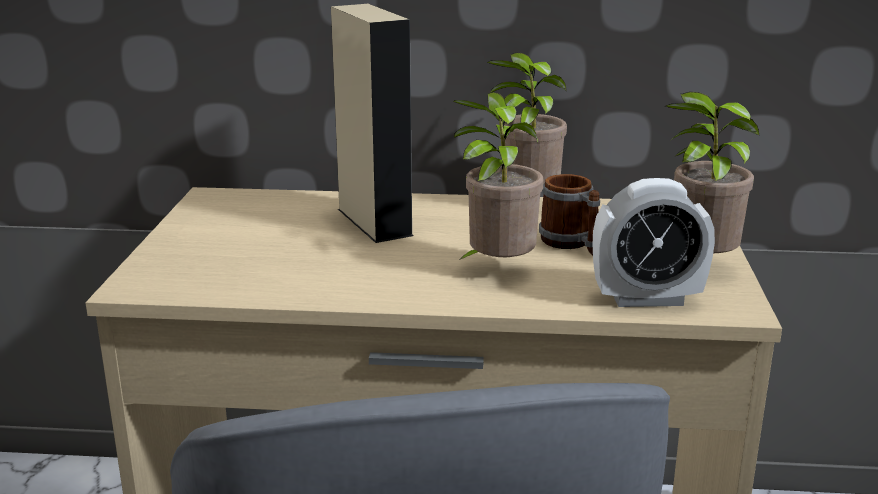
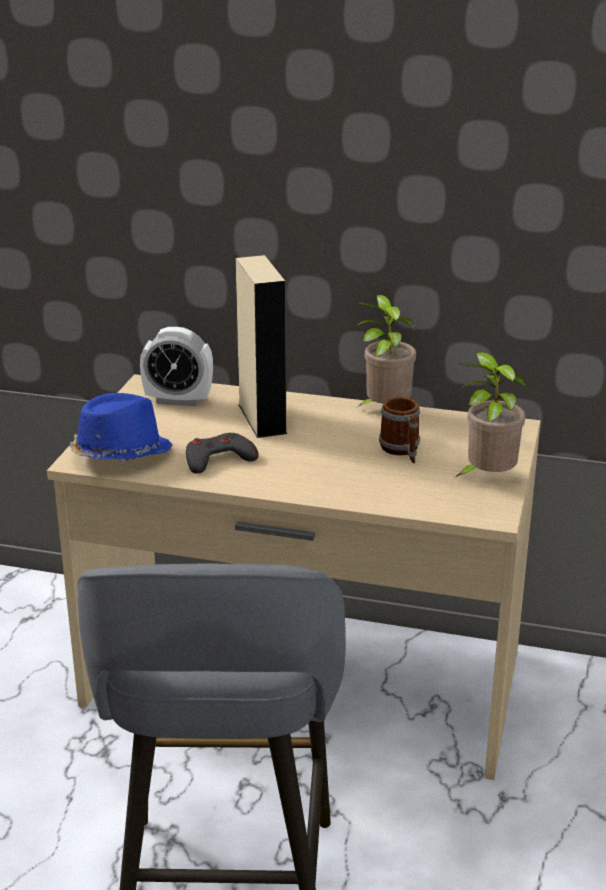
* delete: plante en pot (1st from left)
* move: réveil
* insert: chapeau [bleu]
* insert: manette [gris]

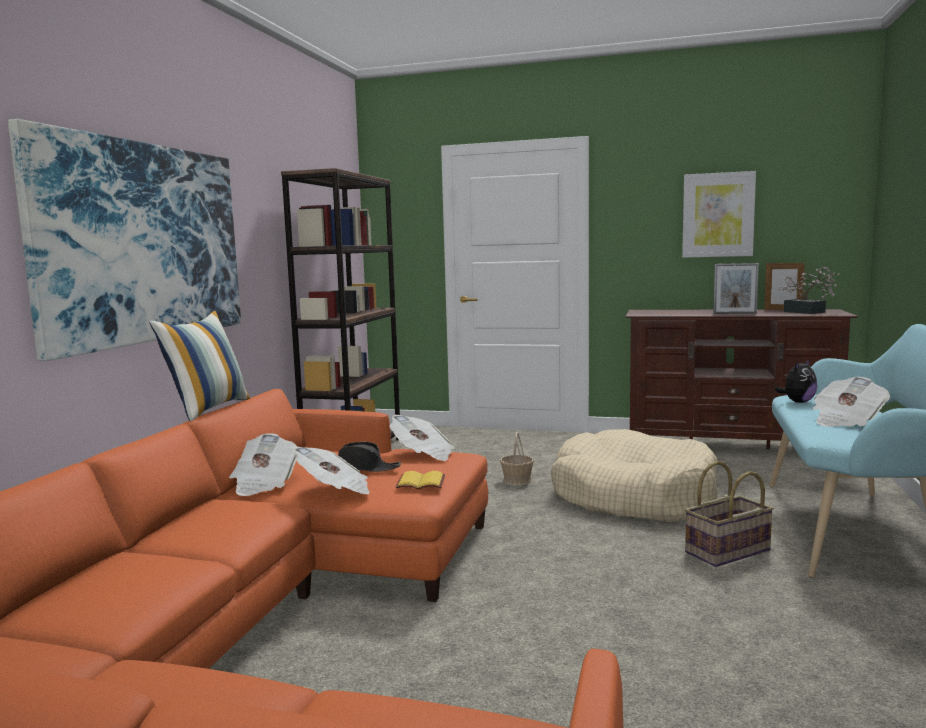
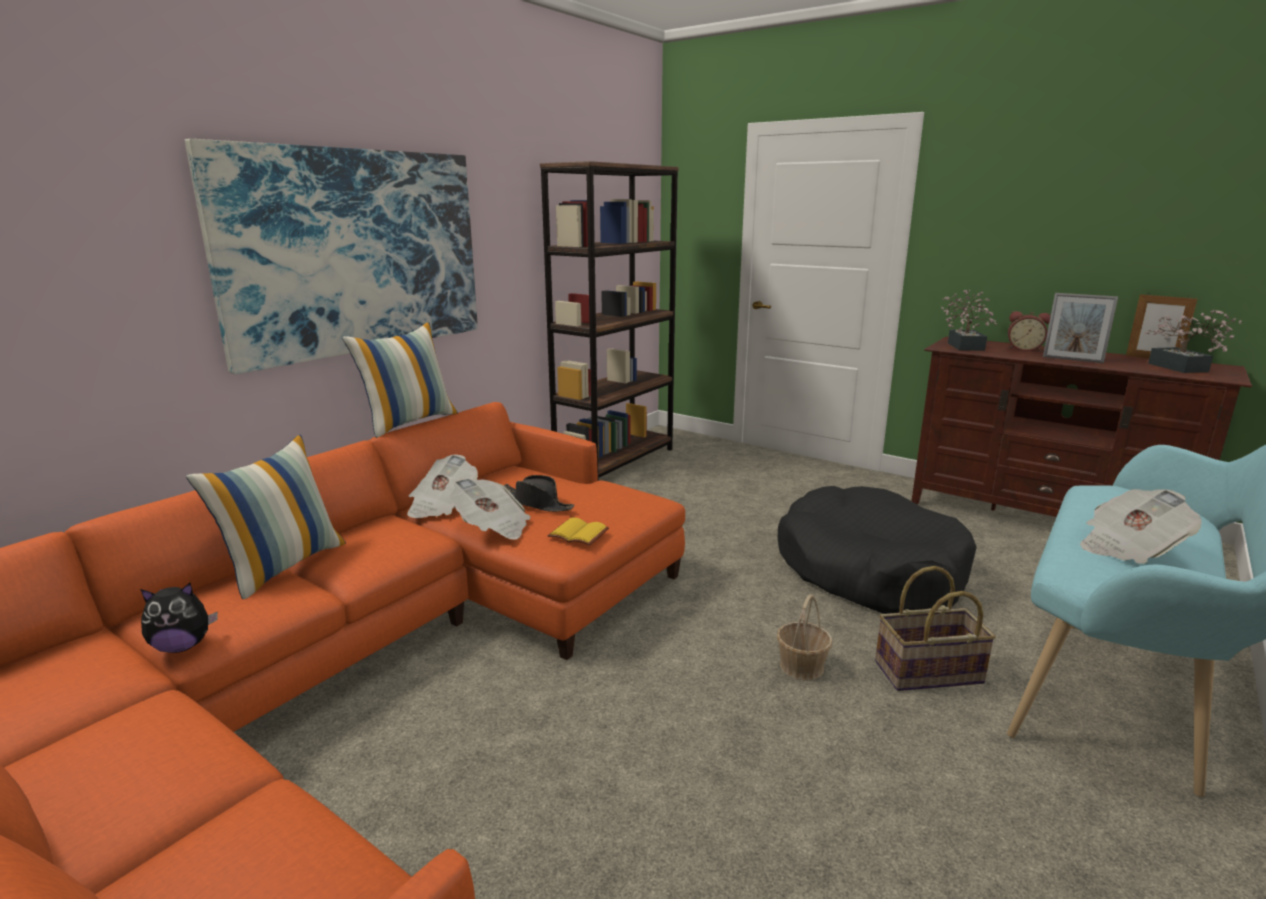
* delete: journal (3rd from left)
* move: panier (1st from left)
* recolor: panier pour chien [beige] to panier pour chien [noir]
* delete: tableau (2nd from left)
* move: peluche
* insert: coussin (1st from left)
* insert: plante en pot (1st from left)
* insert: réveil

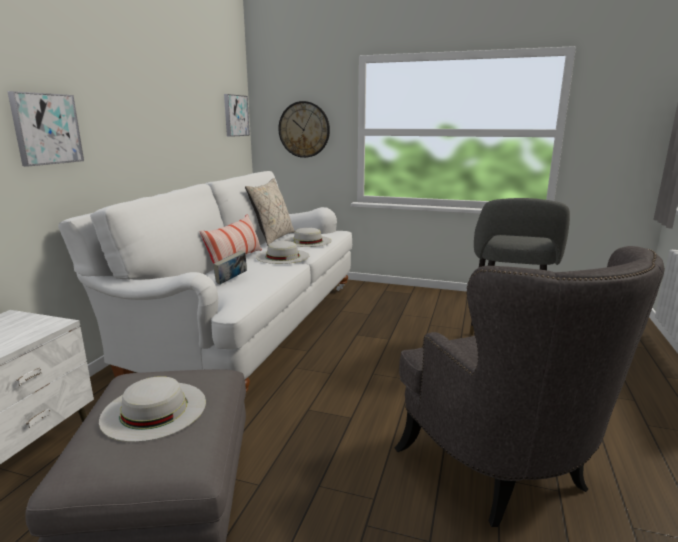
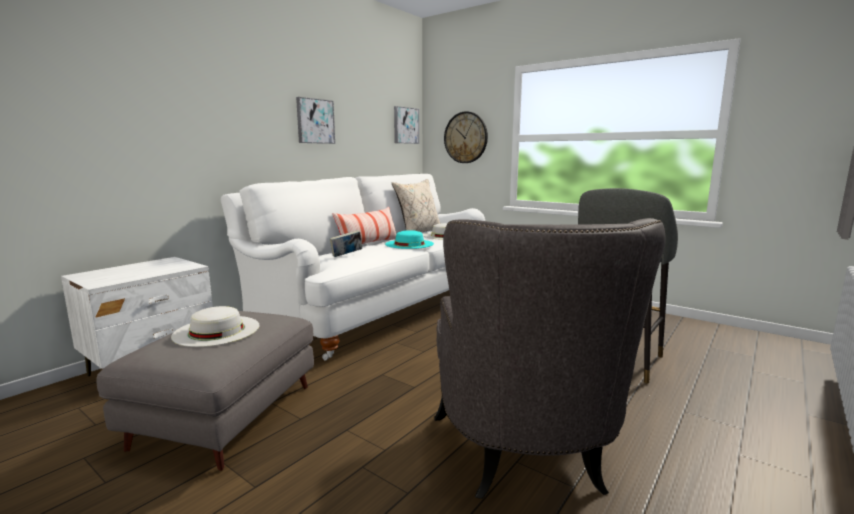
* move: tableau (1st from left)
* recolor: chapeau [blanc] (2nd from left) to chapeau [turquoise]

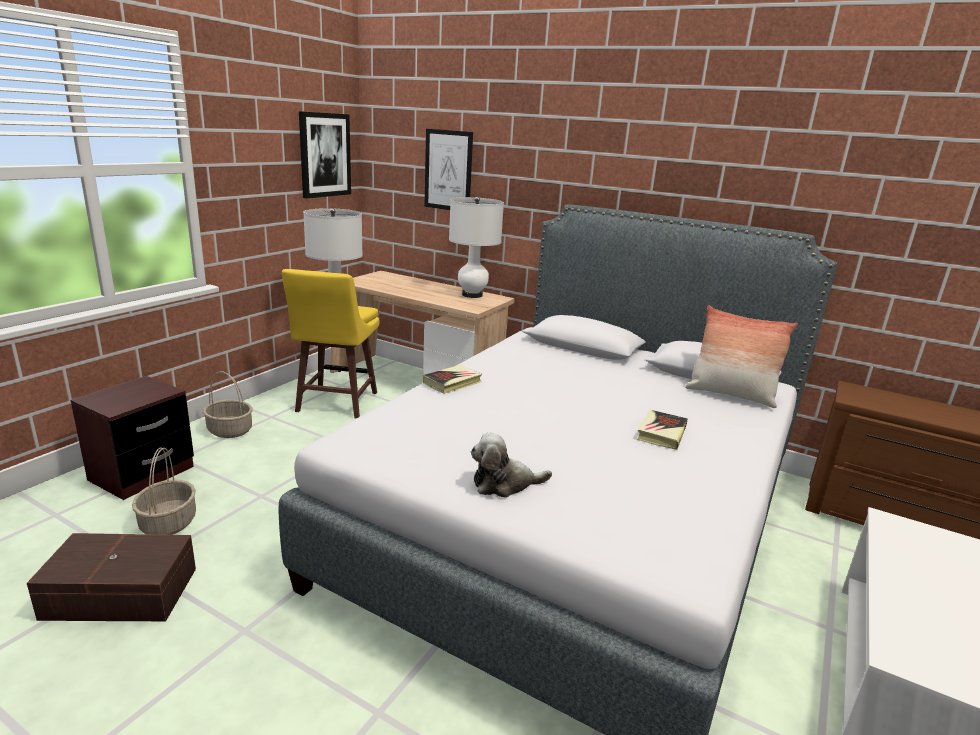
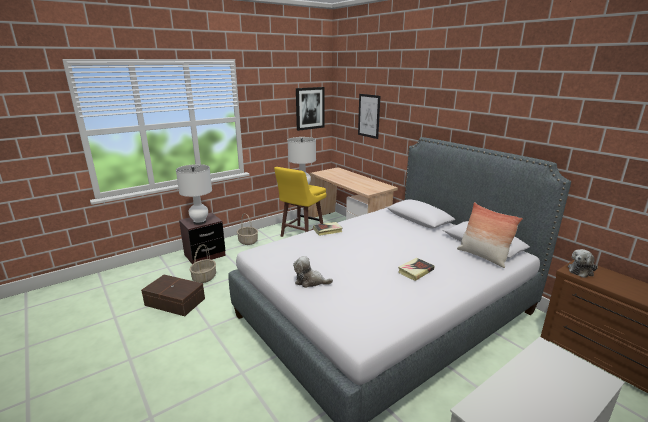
* move: lampe de table [blanc] (2nd from left in the first image) to lampe de table [blanc] (1st from left)
* insert: peluche (2nd from left)

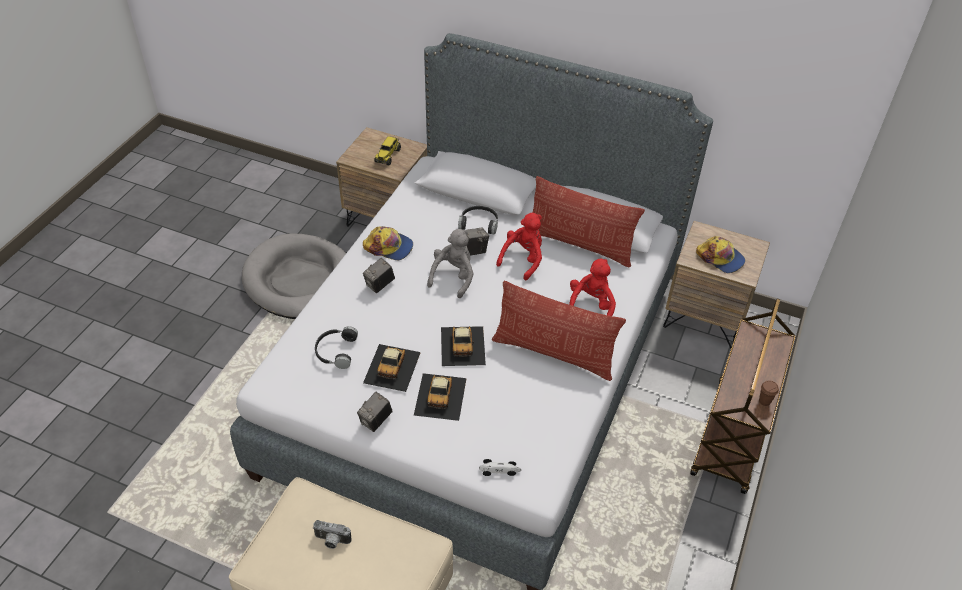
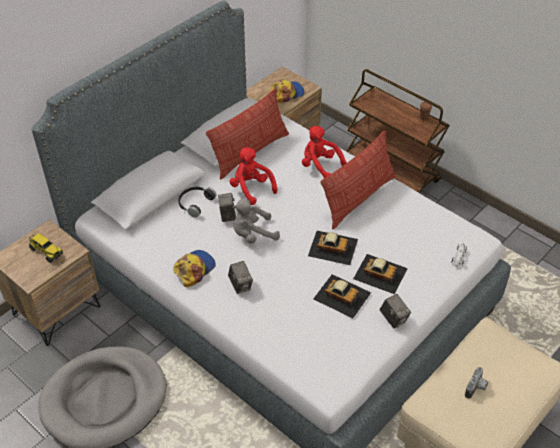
* delete: casque audio [noir] (1st from left)
* rotate: peluche [gris] 60 degrees counterclockwise

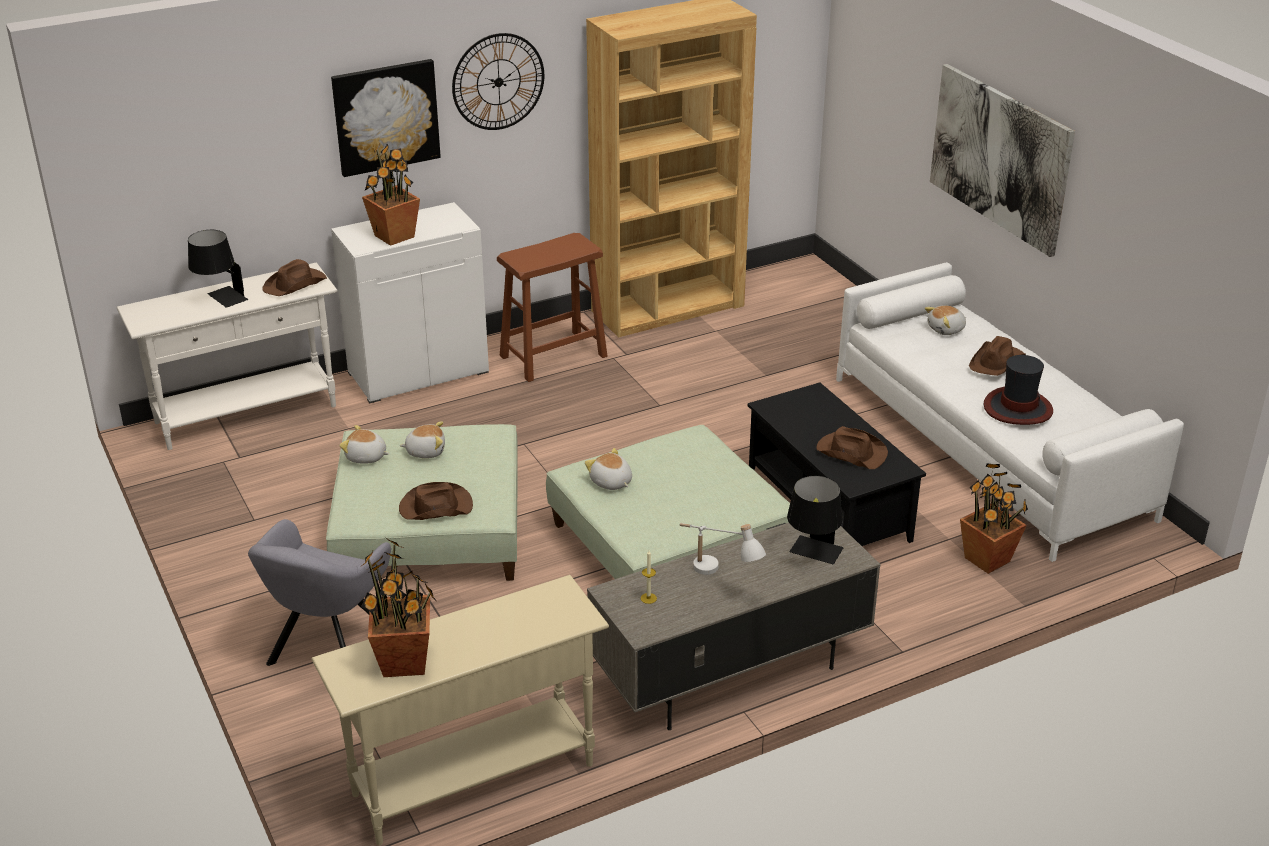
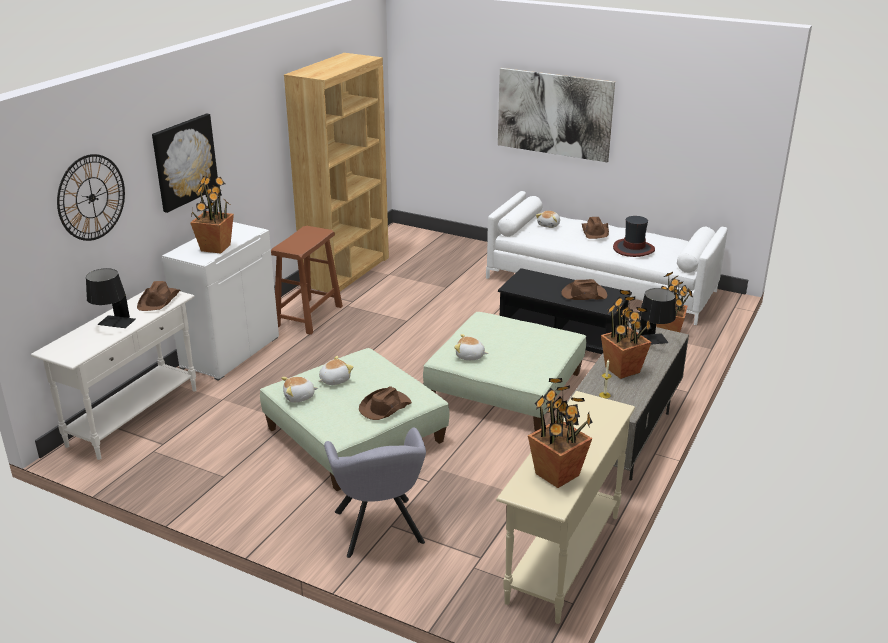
* move: horloge murale
* replace: lampe de table [blanc] to plante en pot (3rd from left)

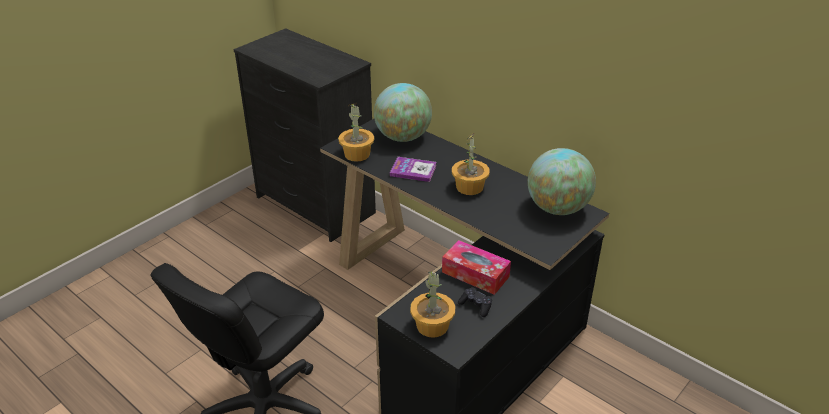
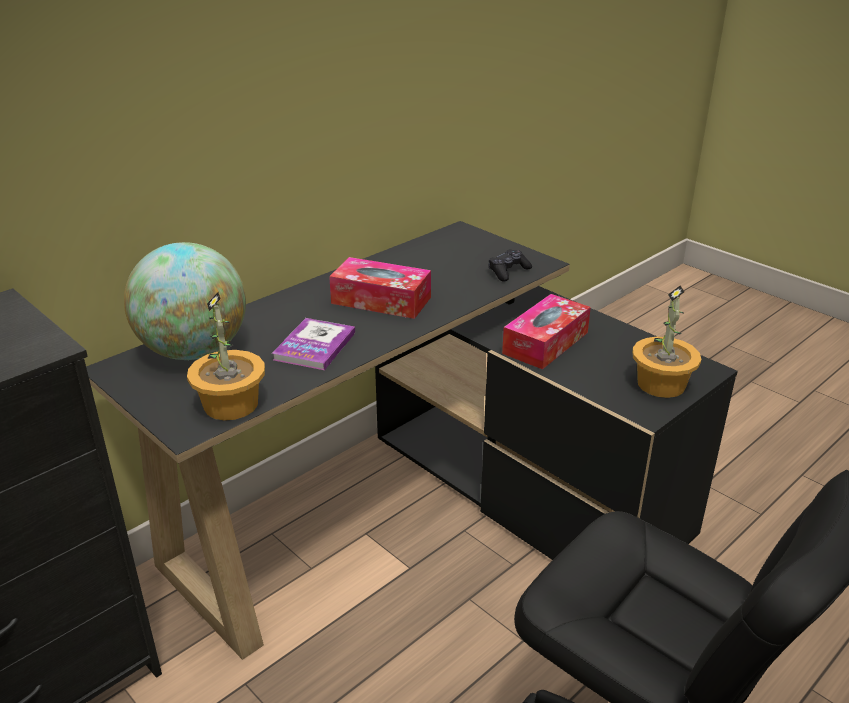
* replace: plante en pot (3rd from left) to boîte à mouchoirs (1st from left)
* move: manette [noir]
* delete: globe (2nd from left)

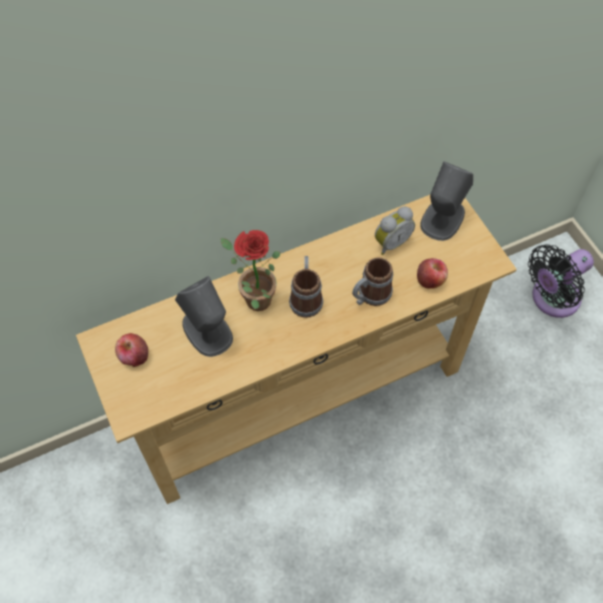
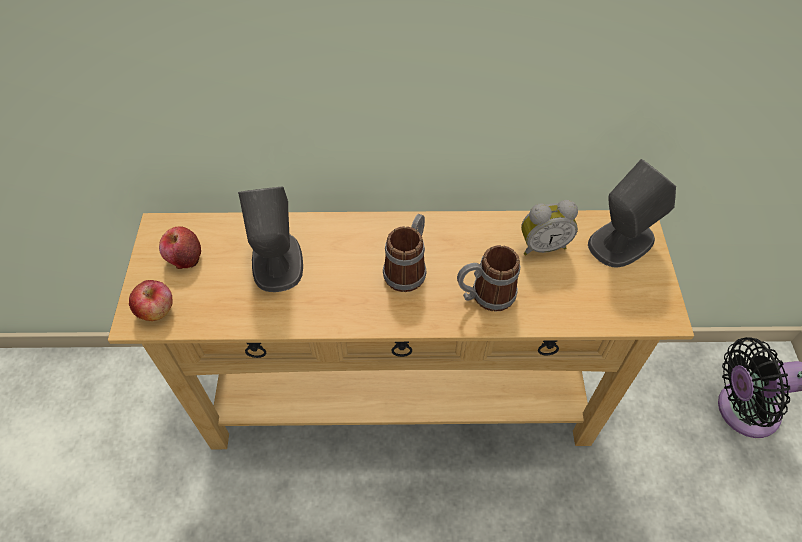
* delete: plante en pot
* move: pomme (2nd from left in the first image) to pomme (1st from left)

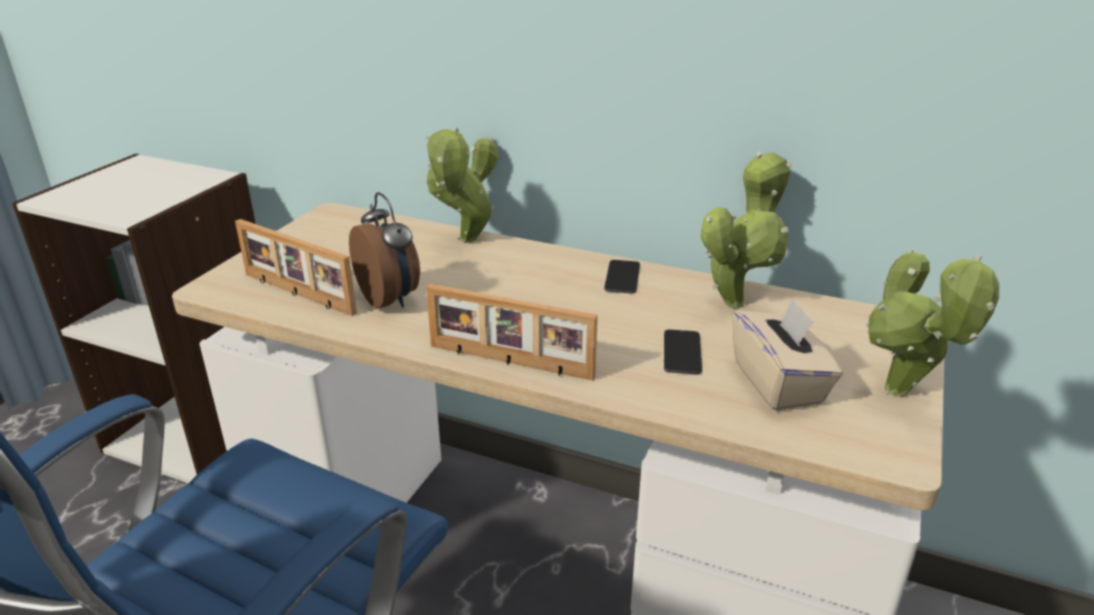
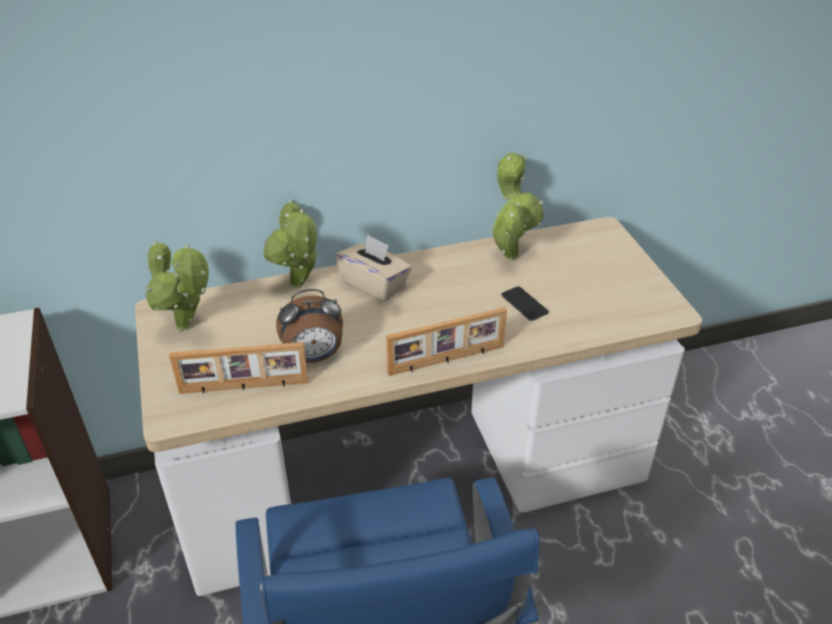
* rotate: réveil 150 degrees clockwise
* delete: téléphone (1st from left)
* move: boîte à mouchoirs [beige]
* move: plante en pot (3rd from left in the first image) to plante en pot (1st from left)

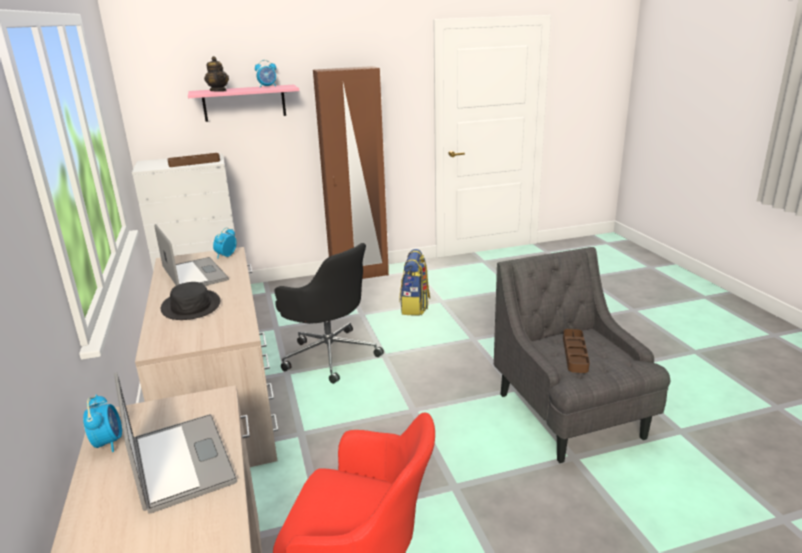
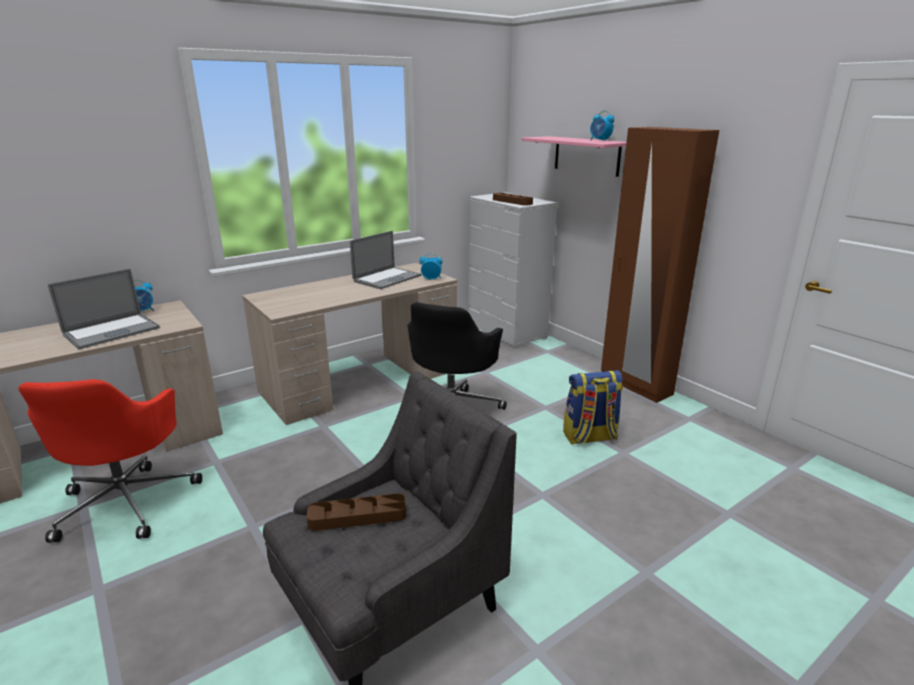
* delete: chapeau [noir]
* delete: théière

